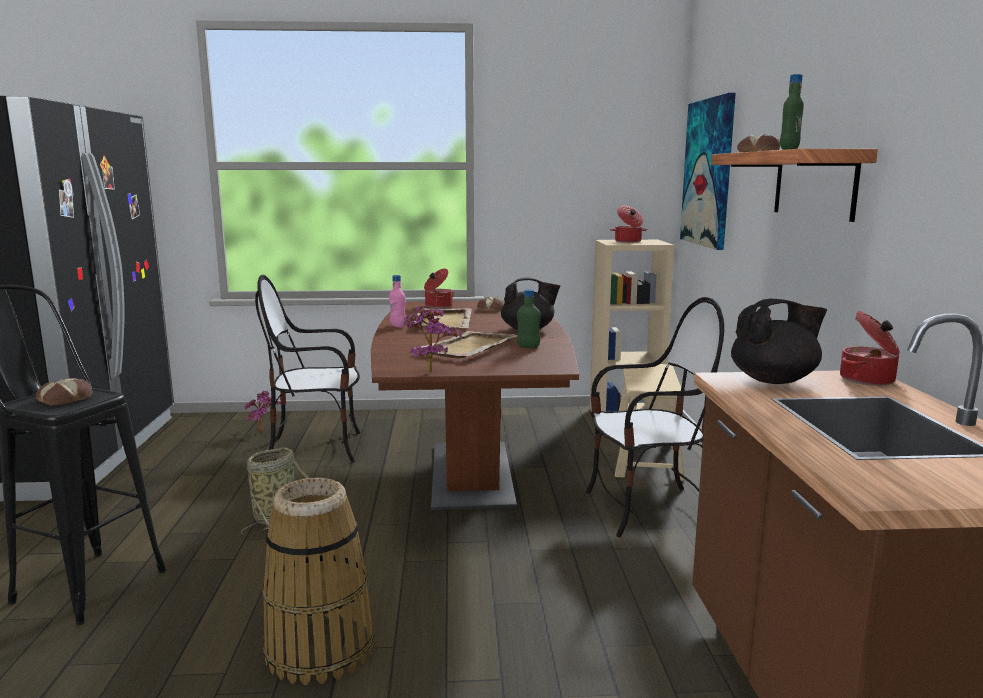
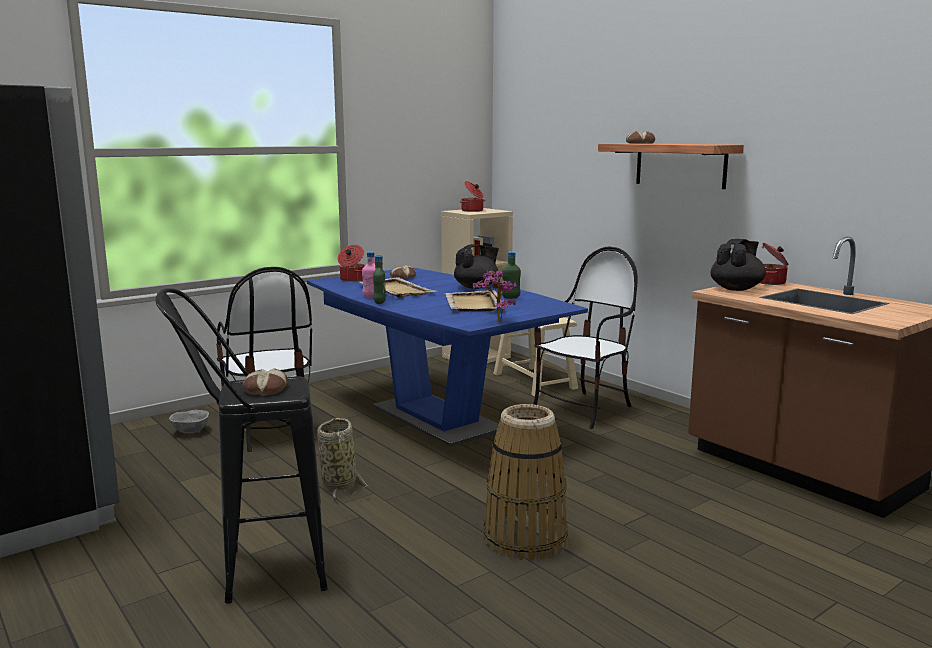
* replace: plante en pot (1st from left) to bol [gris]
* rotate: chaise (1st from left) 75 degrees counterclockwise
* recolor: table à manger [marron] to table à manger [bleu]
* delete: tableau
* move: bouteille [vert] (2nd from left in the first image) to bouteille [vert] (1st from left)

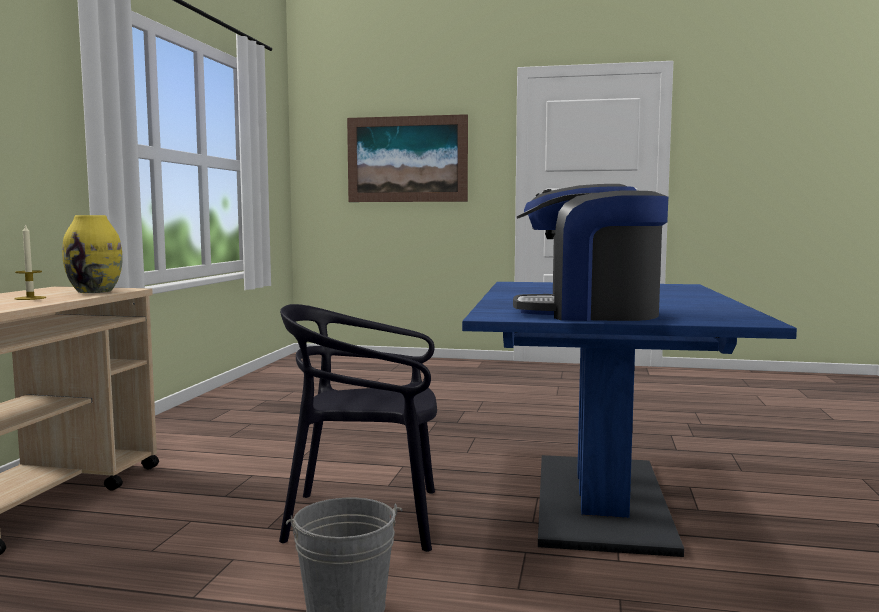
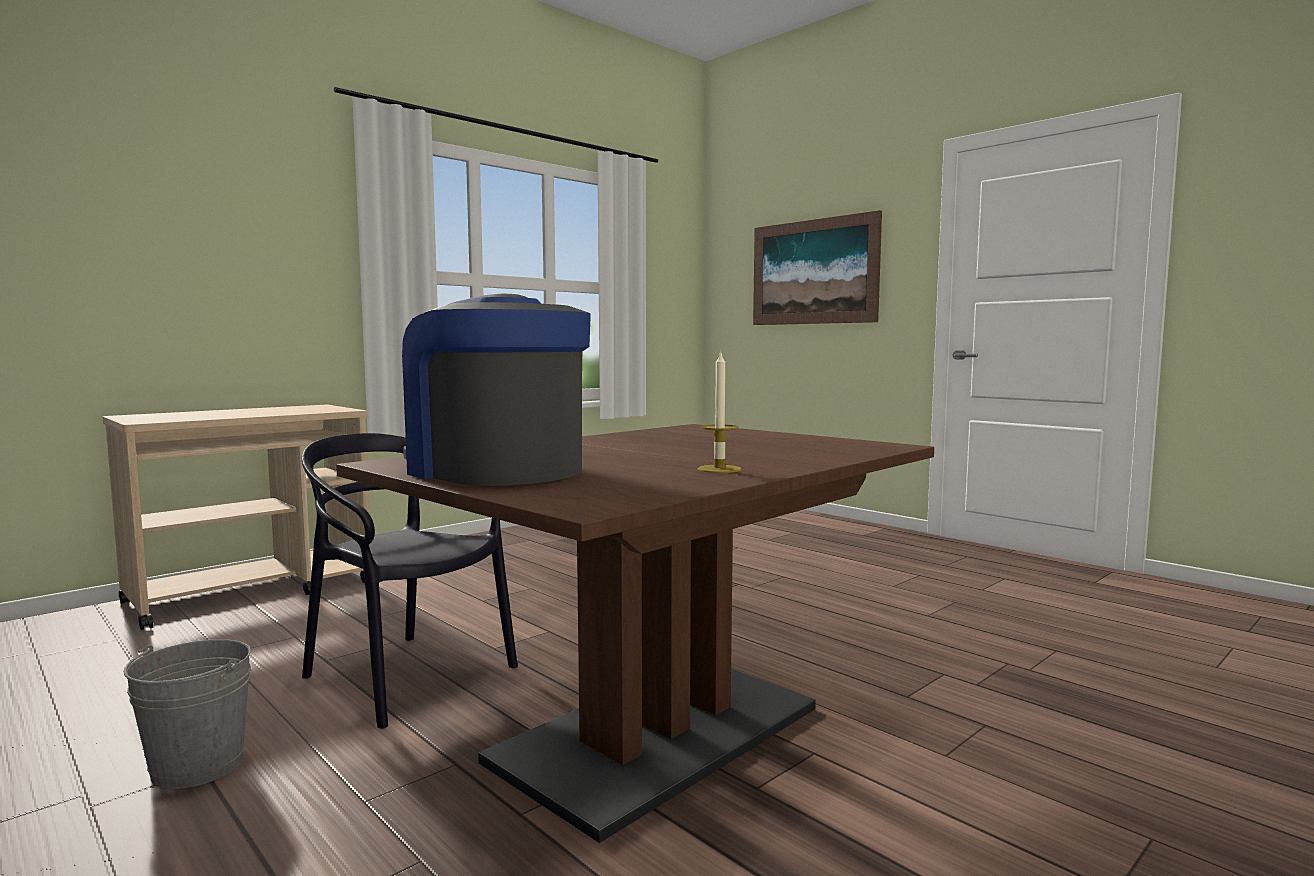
* move: bougie
* delete: vase [jaune]
* recolor: table à manger [bleu] to table à manger [marron]

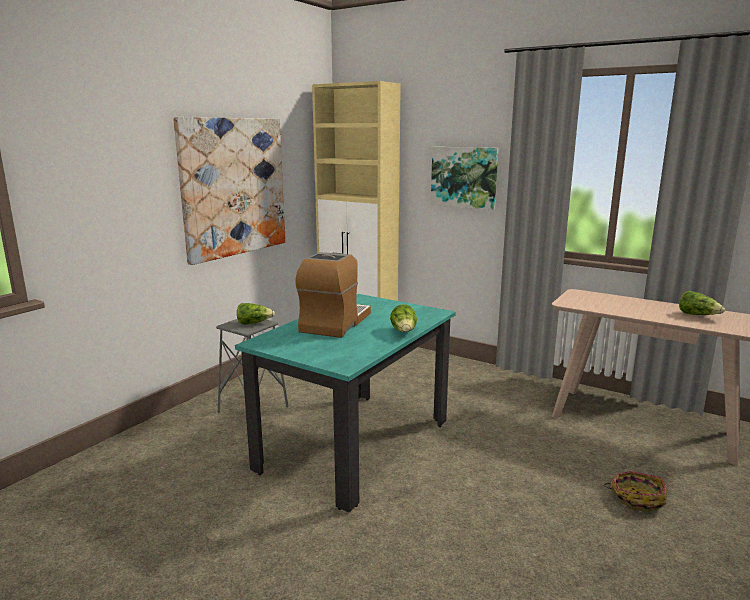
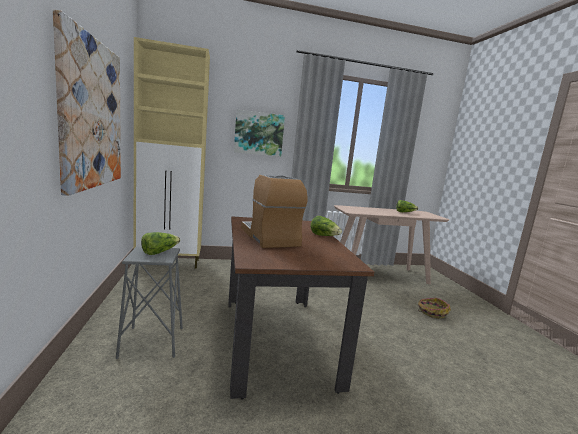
* recolor: table à manger [turquoise] to table à manger [marron]

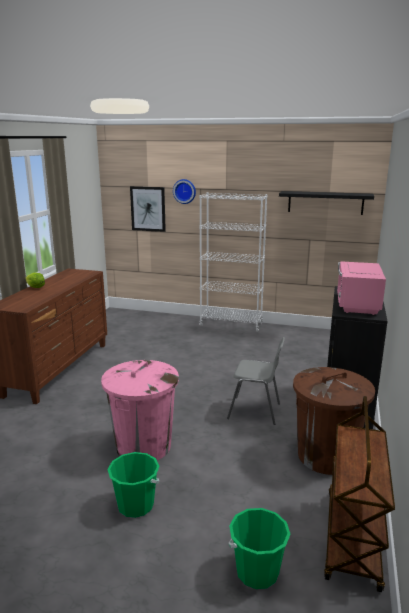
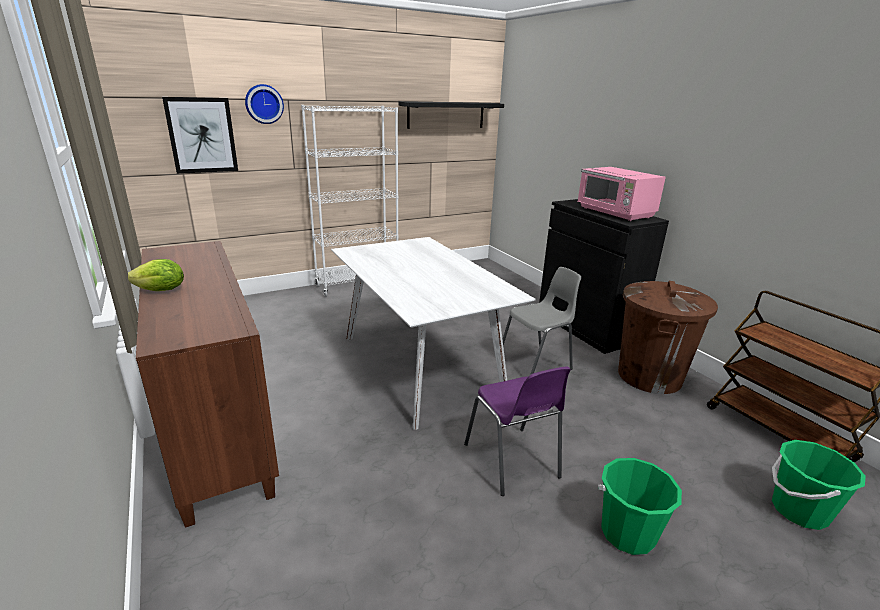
* replace: poubelle [rose] to chaise [violet]
* insert: table à manger [blanc]

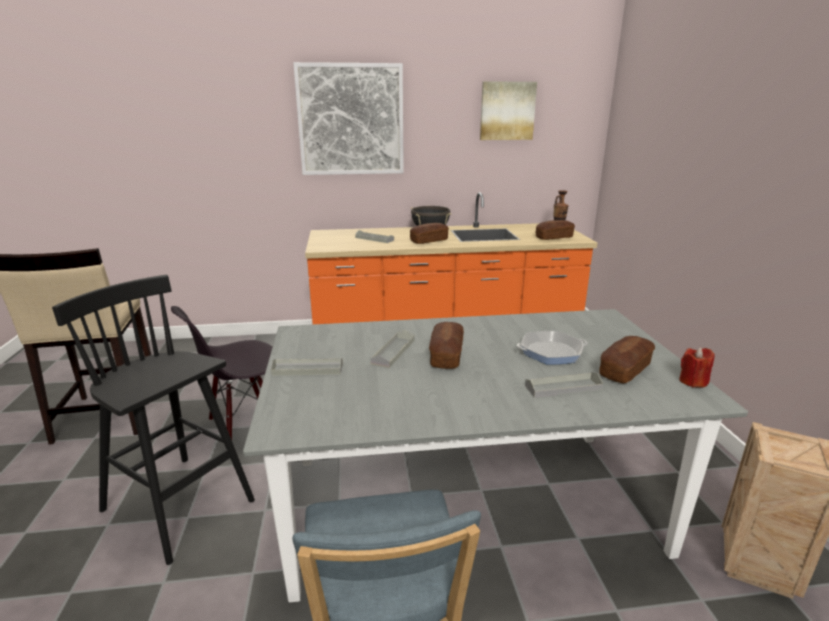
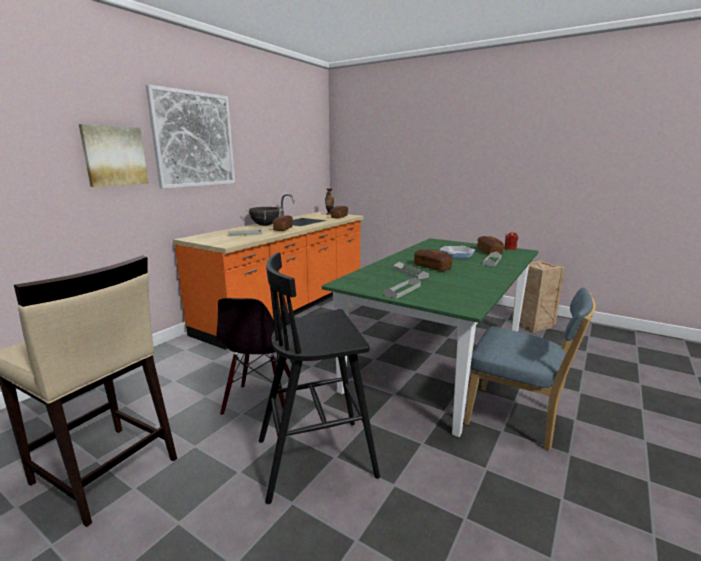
* recolor: table à manger [gris] to table à manger [vert]
* move: tableau (2nd from left in the first image) to tableau (1st from left)

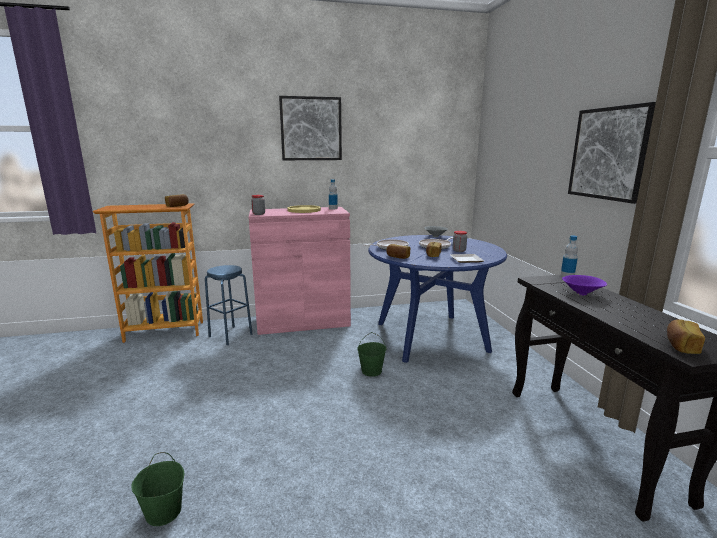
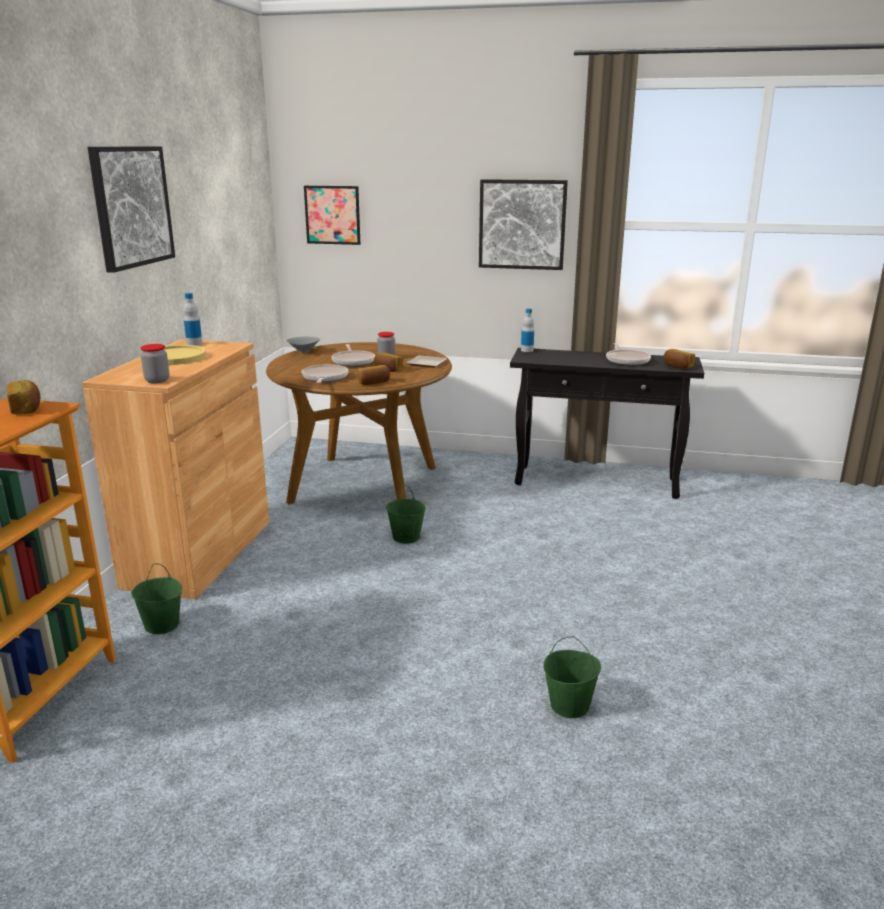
* replace: tabouret [bleu] to seau [vert] (1st from left)
* recolor: meuble de rangement [rose] to meuble de rangement [marron]
* recolor: table à manger [bleu] to table à manger [marron]
* delete: bol [violet]
* insert: tableau (2nd from left)
* insert: poêle (3rd from left)

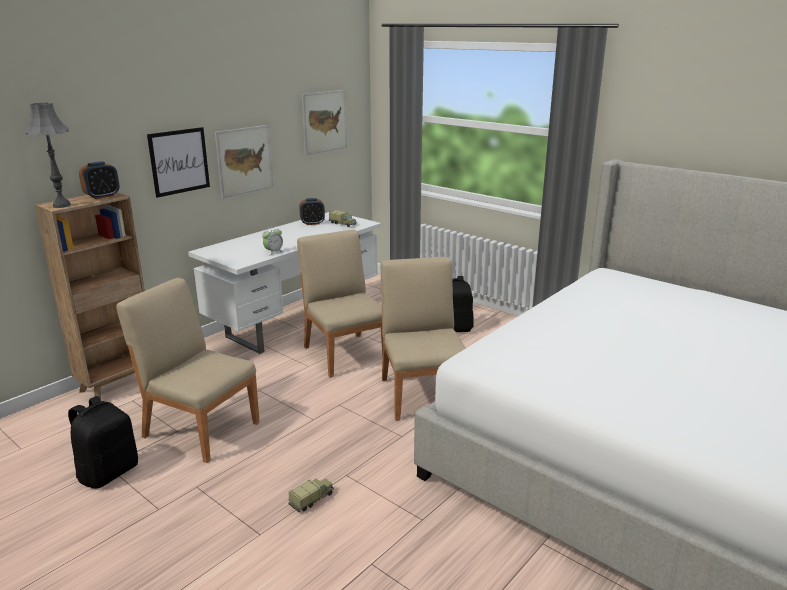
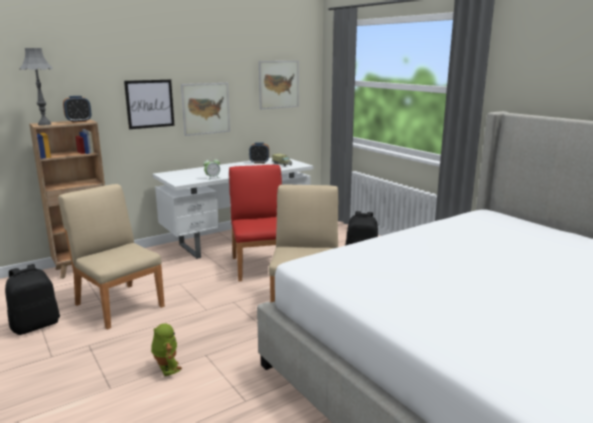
* replace: camion jouet (1st from left) to robot jouet
* recolor: chaise [beige] (2nd from left) to chaise [rouge]

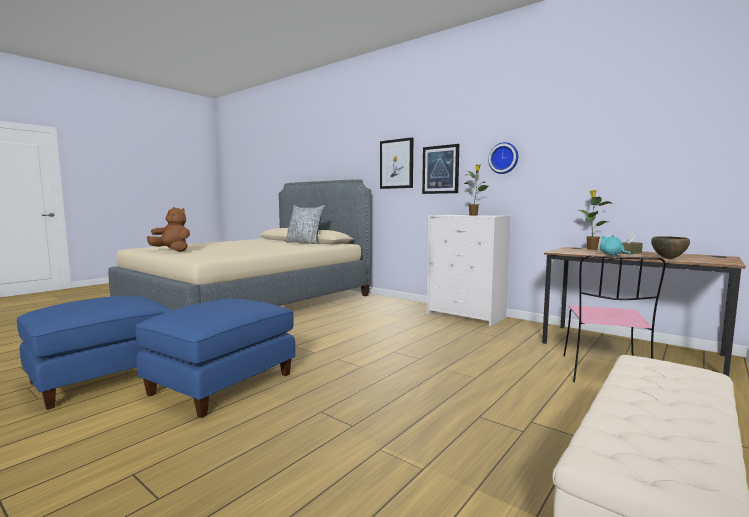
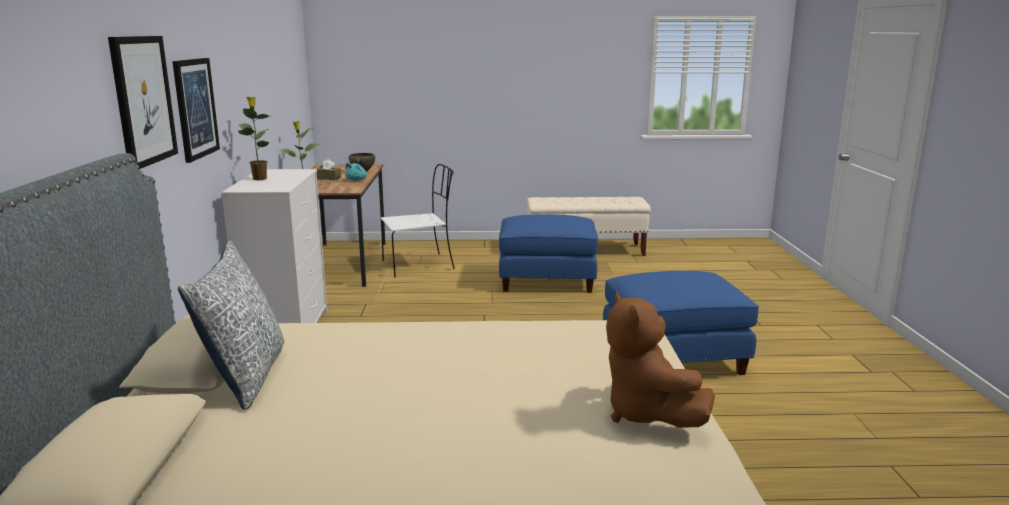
* move: pouf [bleu] (1st from left)
* delete: horloge murale
* recolor: chaise [rose] to chaise [blanc]

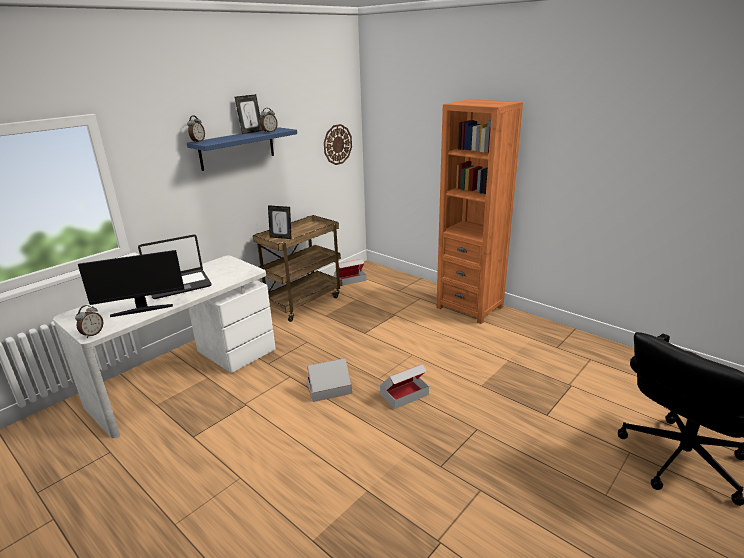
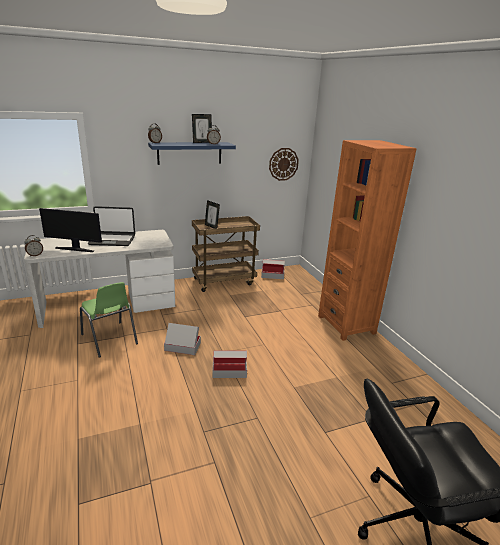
* insert: chaise [vert]

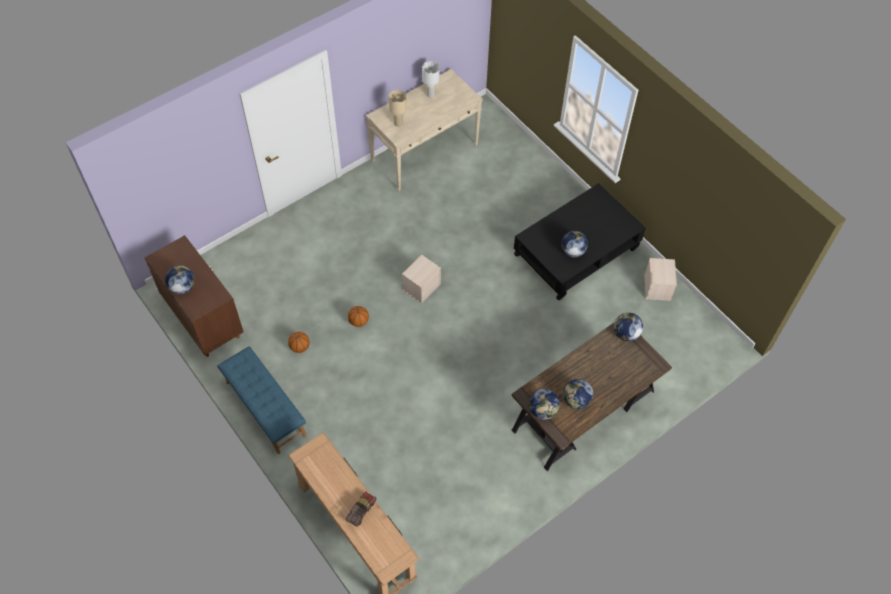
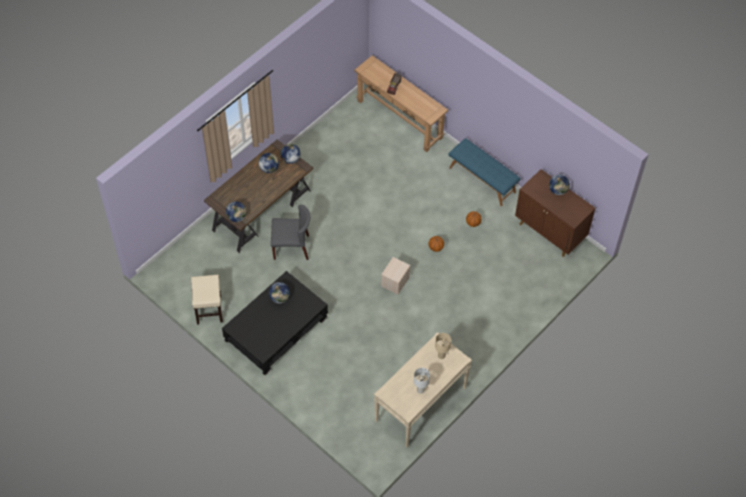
* replace: boîte de rangement [beige] (2nd from left) to tabouret [beige]
* insert: chaise [gris]

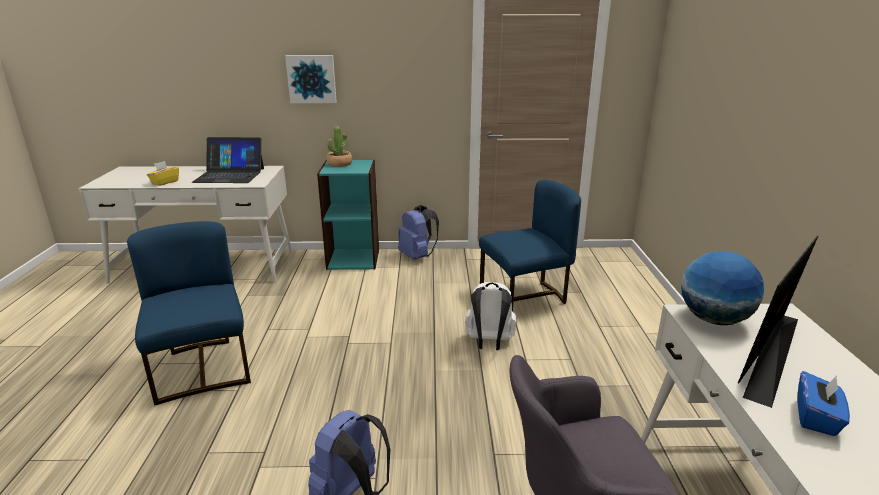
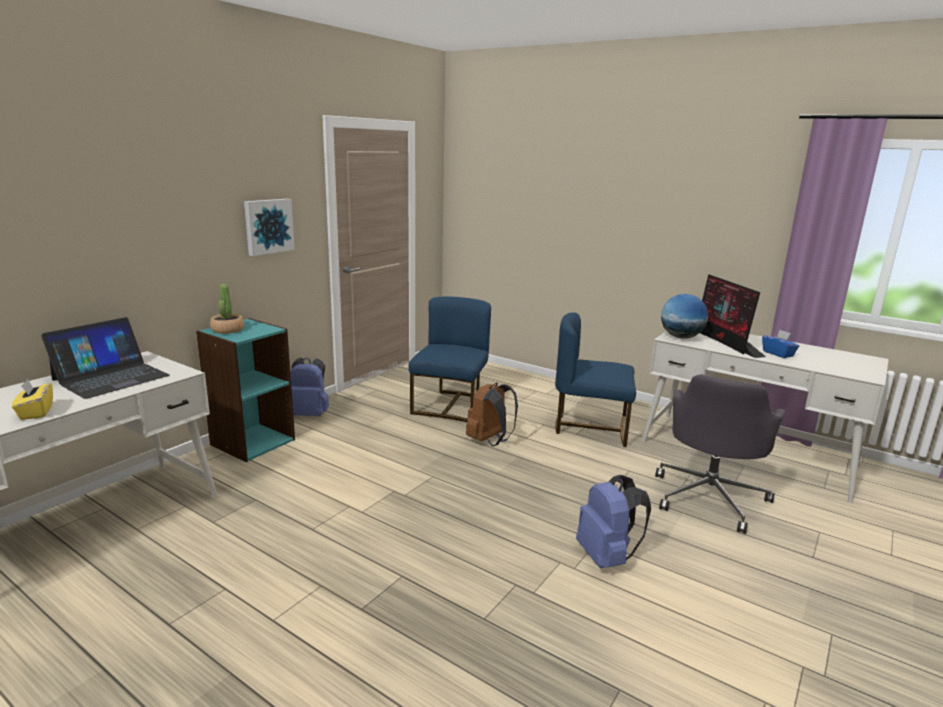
* move: chaise [bleu] (1st from left in the first image) to chaise [bleu] (2nd from left)
* move: tableau
* recolor: sac à dos [blanc] to sac à dos [marron]

